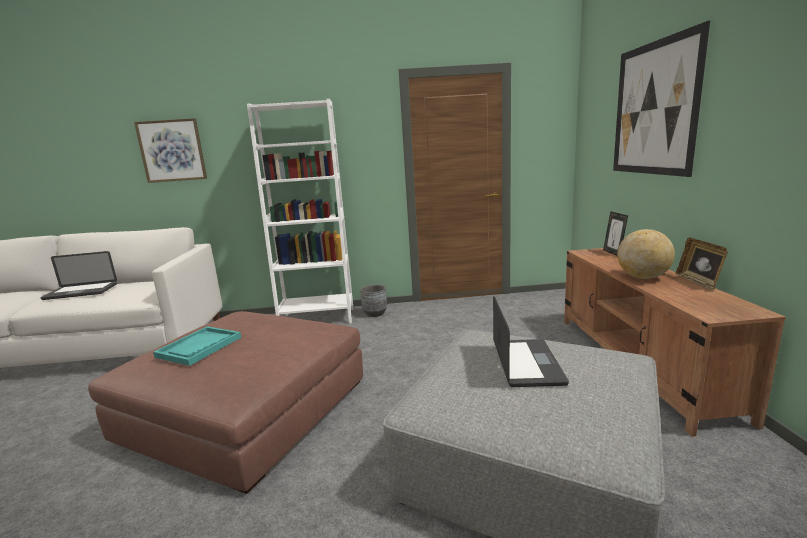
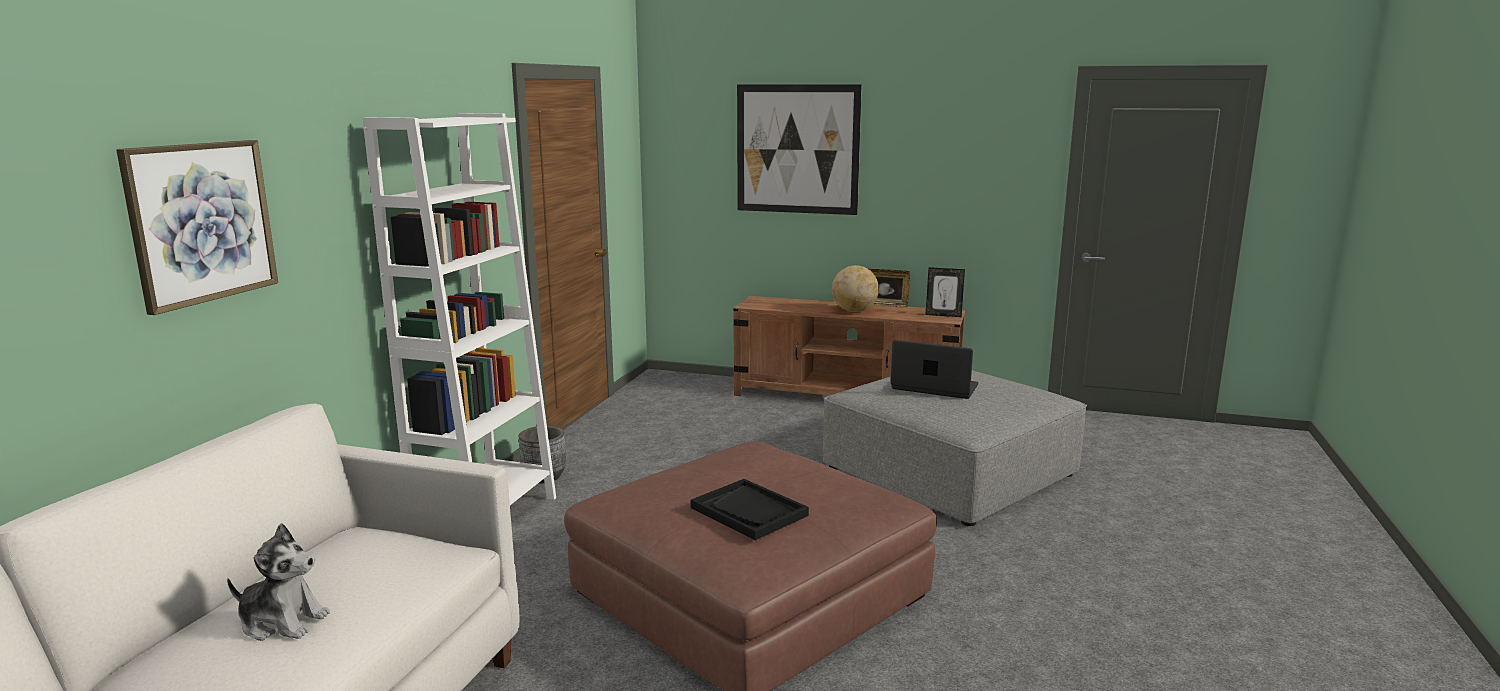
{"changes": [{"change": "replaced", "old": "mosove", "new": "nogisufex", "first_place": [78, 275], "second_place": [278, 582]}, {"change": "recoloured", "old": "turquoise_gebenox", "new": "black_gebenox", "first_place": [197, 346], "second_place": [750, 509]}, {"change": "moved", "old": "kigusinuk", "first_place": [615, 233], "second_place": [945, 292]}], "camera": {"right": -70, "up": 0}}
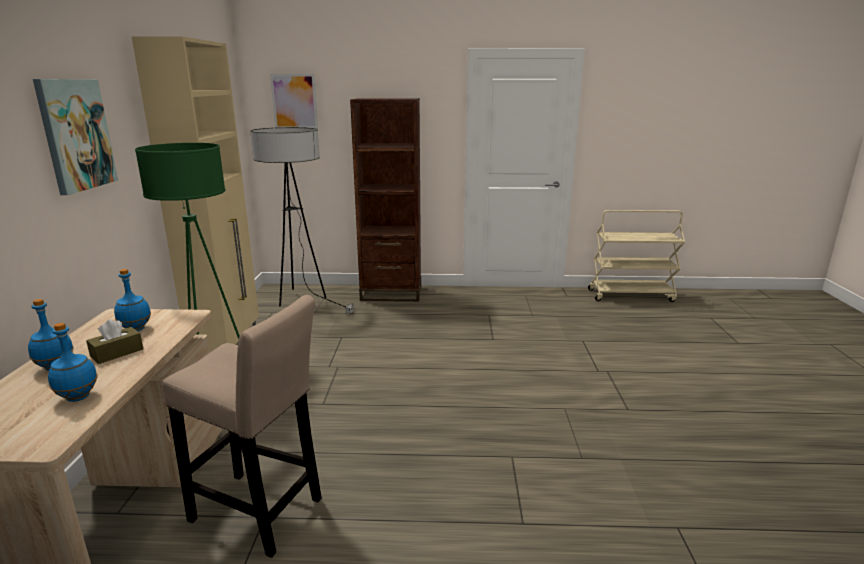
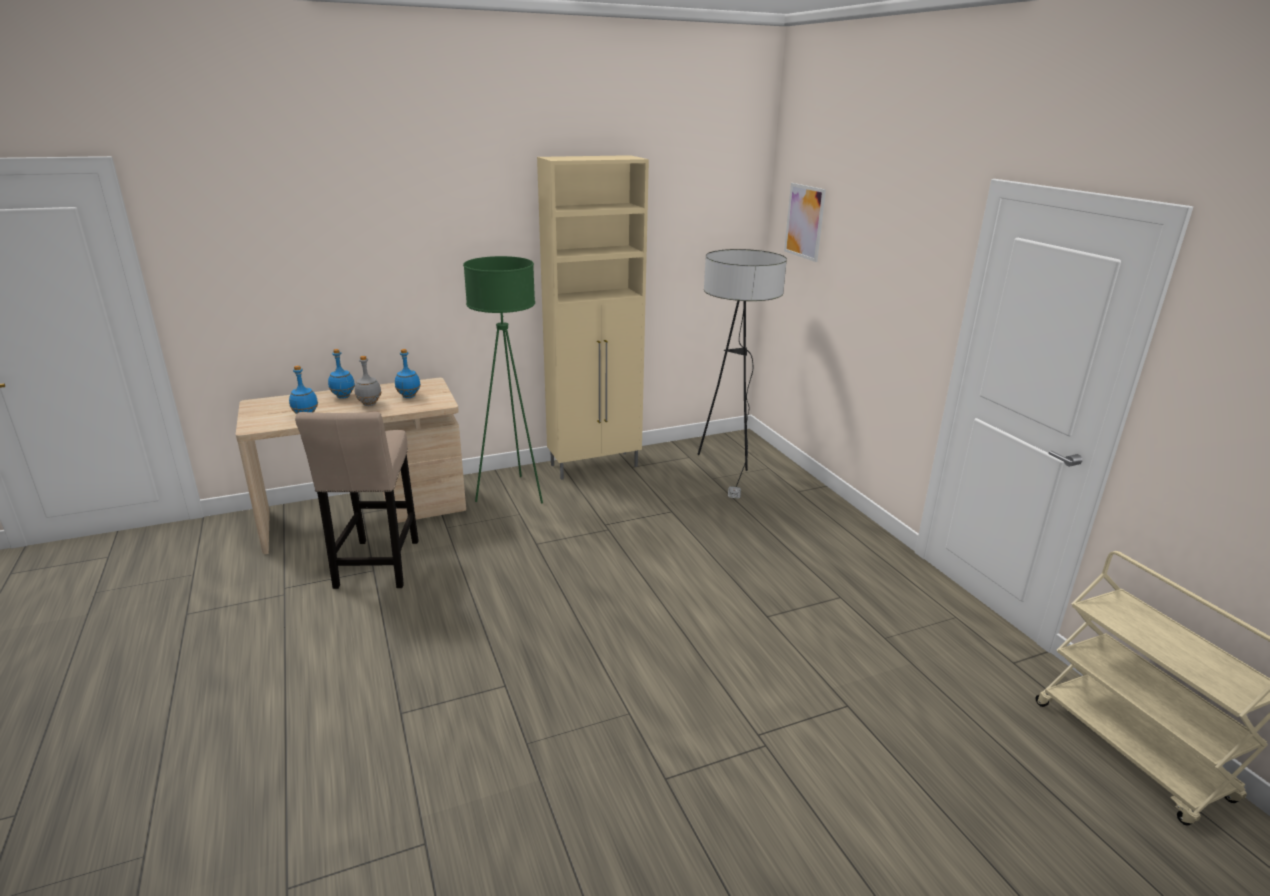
{"changes": [{"change": "replaced", "old": "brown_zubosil", "new": "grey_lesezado", "first_place": [115, 341], "second_place": [367, 381]}, {"change": "removed", "old": "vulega", "first_place": [75, 137]}, {"change": "removed", "old": "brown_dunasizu", "first_place": [385, 199]}], "camera": {"right": 65, "up": 5}}
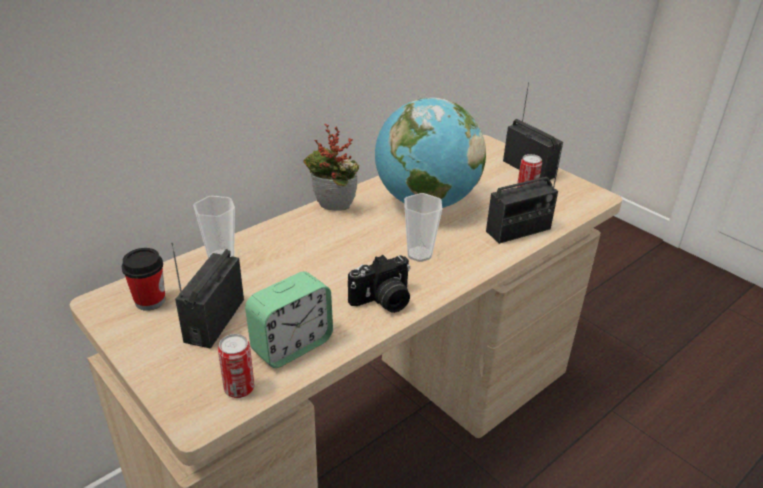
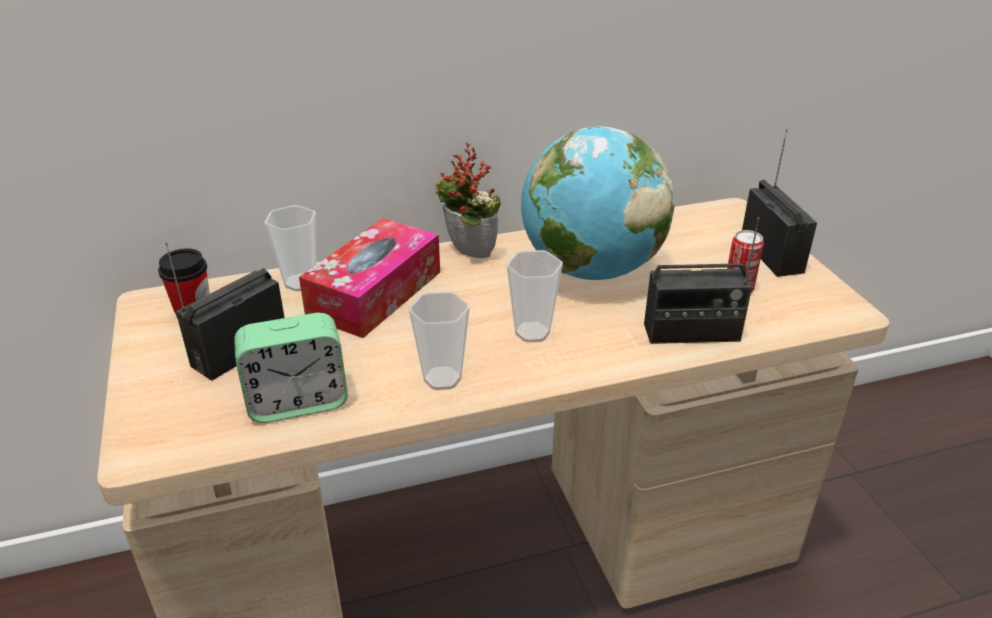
{"changes": [{"change": "added", "new": "zubosil", "second_place": [369, 278]}, {"change": "replaced", "old": "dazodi", "new": "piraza", "first_place": [379, 284], "second_place": [439, 340]}, {"change": "removed", "old": "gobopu", "first_place": [236, 366]}], "camera": {"right": 25, "up": 0}}
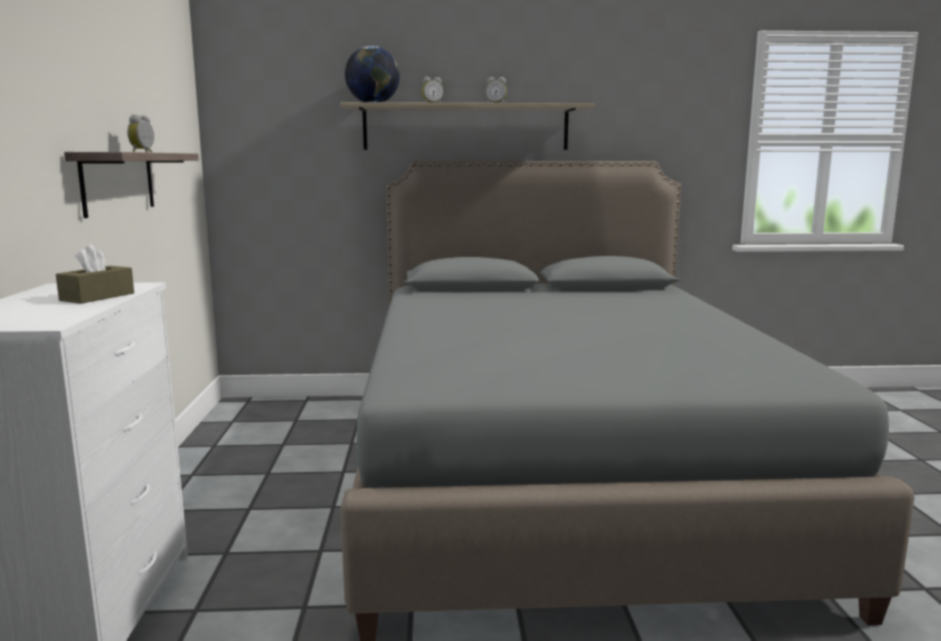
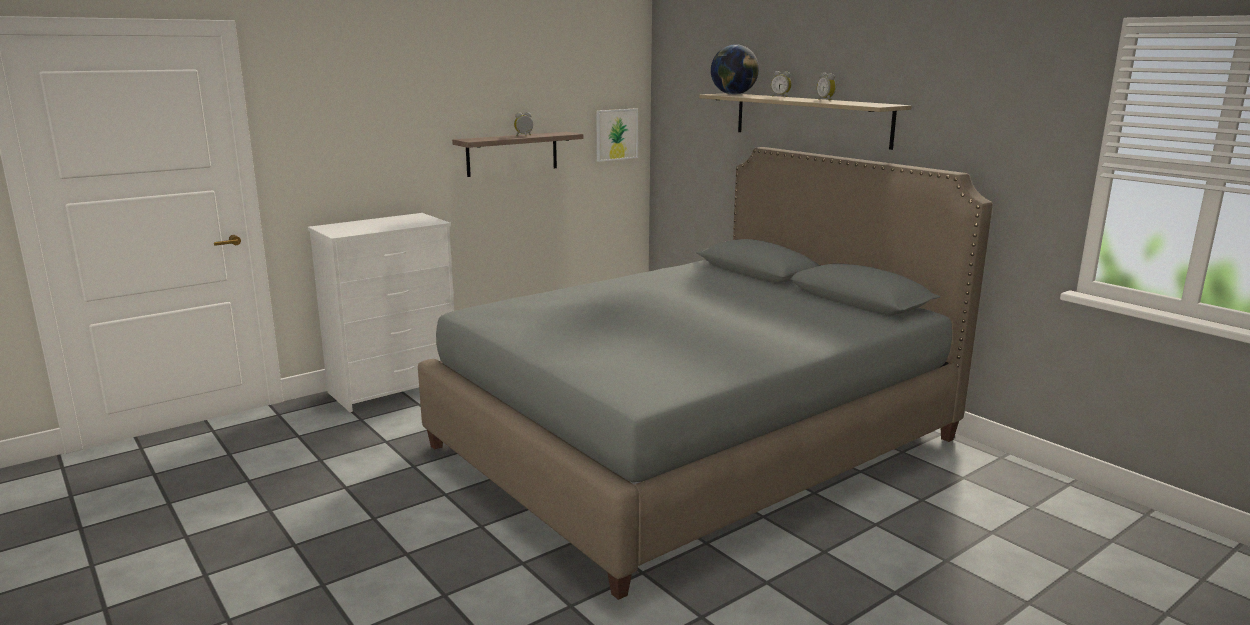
{"changes": [{"change": "added", "new": "vulega", "second_place": [617, 135]}, {"change": "removed", "old": "brown_zubosil", "first_place": [95, 274]}], "camera": {"right": 55, "up": 5}}
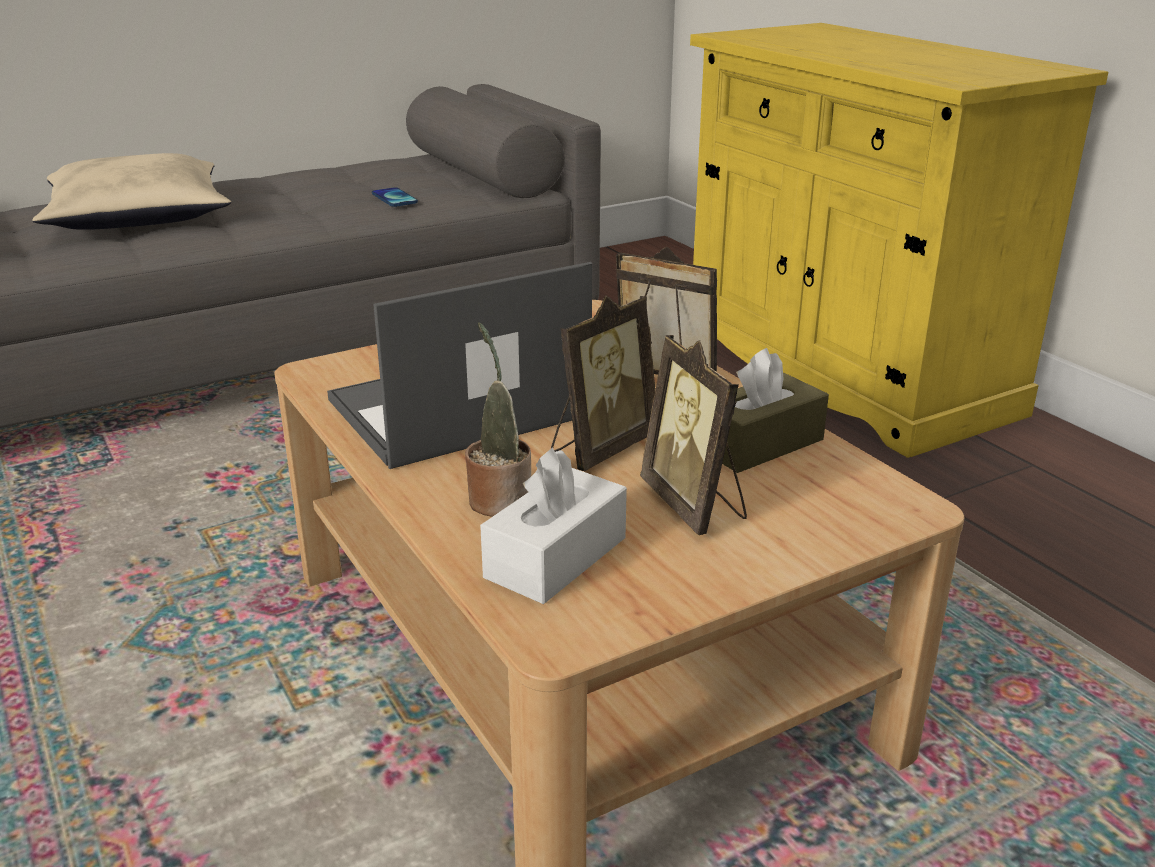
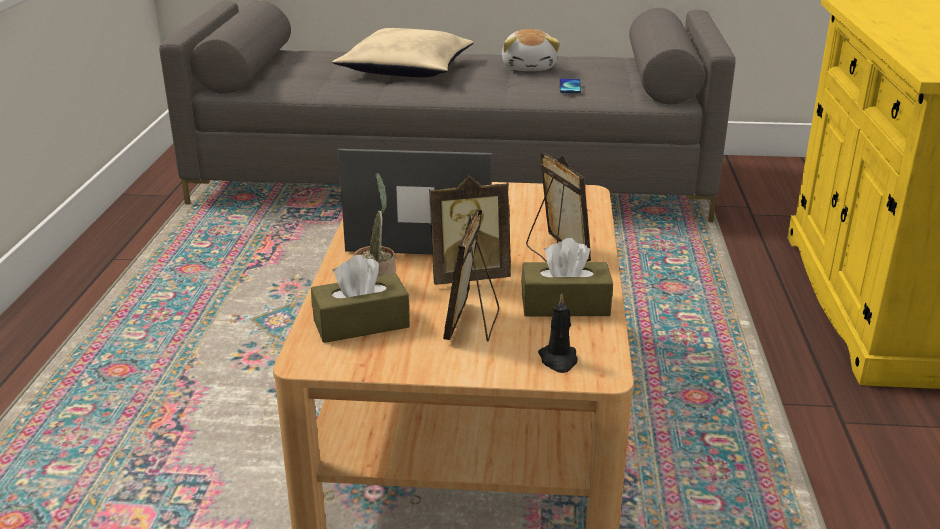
{"changes": [{"change": "recoloured", "old": "white_zubosil", "new": "brown_zubosil", "first_place": [553, 526], "second_place": [360, 299]}, {"change": "added", "new": "nogisufex", "second_place": [531, 50]}, {"change": "added", "new": "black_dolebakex", "second_place": [558, 333]}], "camera": {"right": 35, "up": 0}}
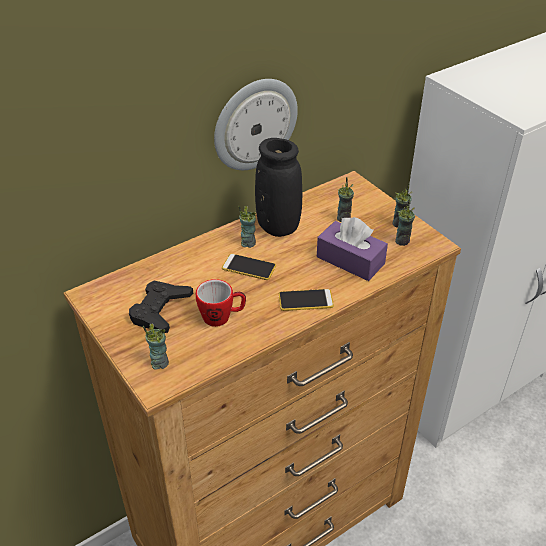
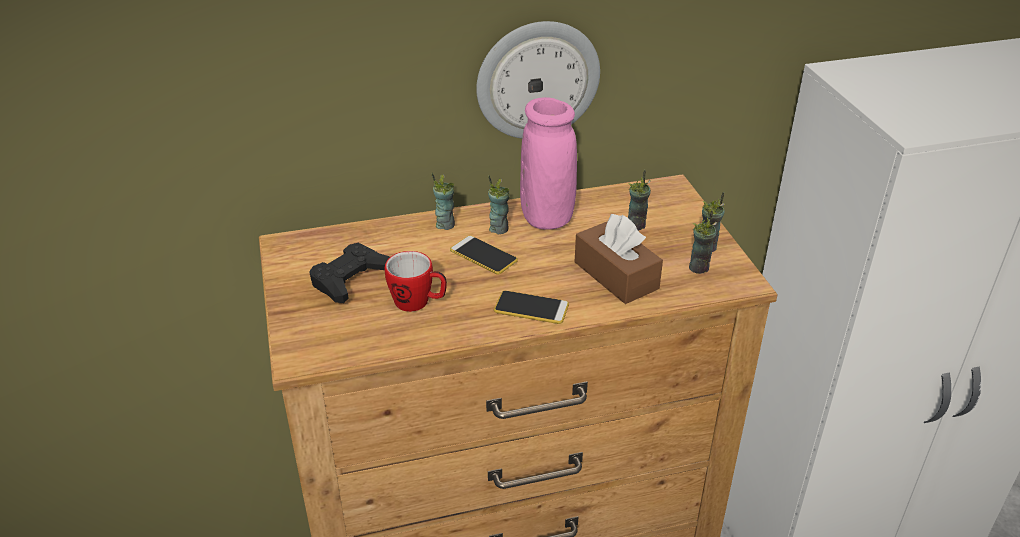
{"changes": [{"change": "moved", "old": "piraza", "first_place": [156, 346], "second_place": [443, 201]}, {"change": "recoloured", "old": "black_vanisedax", "new": "pink_vanisedax", "first_place": [278, 187], "second_place": [548, 163]}, {"change": "recoloured", "old": "purple_zubosil", "new": "brown_zubosil", "first_place": [352, 249], "second_place": [619, 259]}], "camera": {"right": 20, "up": -5}}
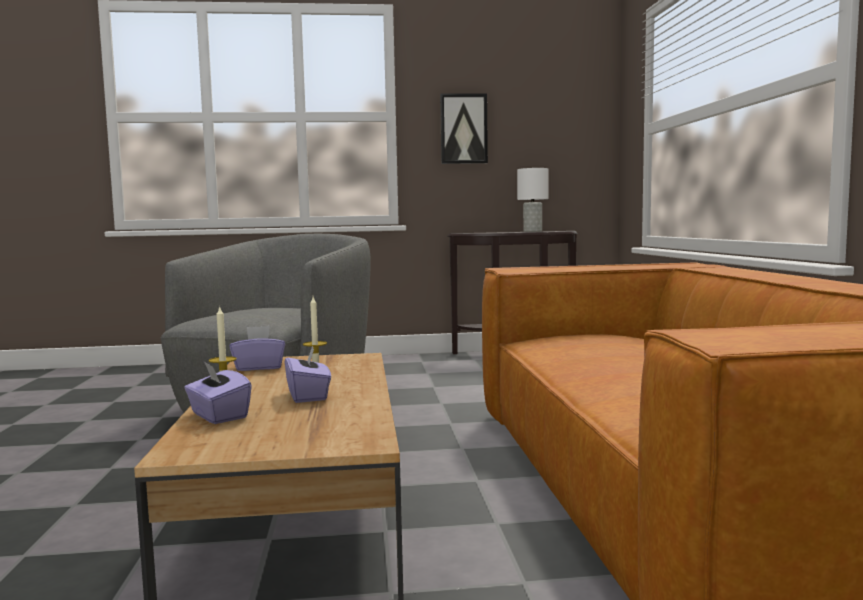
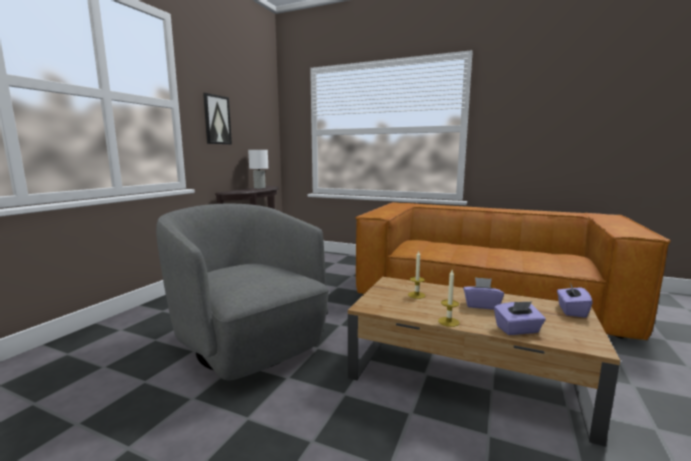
{"changes": [{"change": "moved", "old": "purple_zubosil", "first_place": [257, 348], "second_place": [575, 300]}], "camera": {"right": -60, "up": 5}}
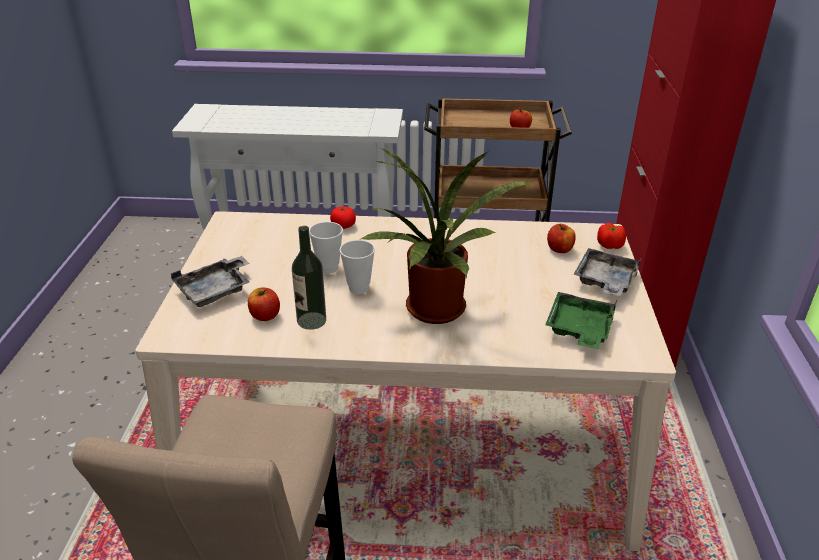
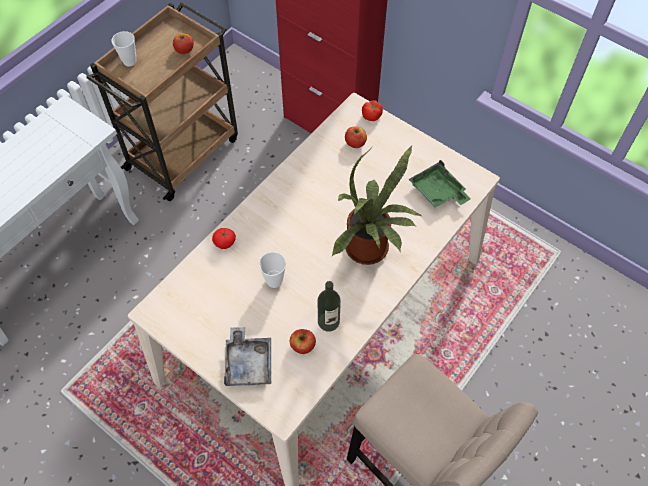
{"changes": [{"change": "moved", "old": "piraza", "first_place": [357, 267], "second_place": [123, 48]}, {"change": "removed", "old": "grey_gebenox", "first_place": [608, 272]}], "camera": {"right": -55, "up": 25}}
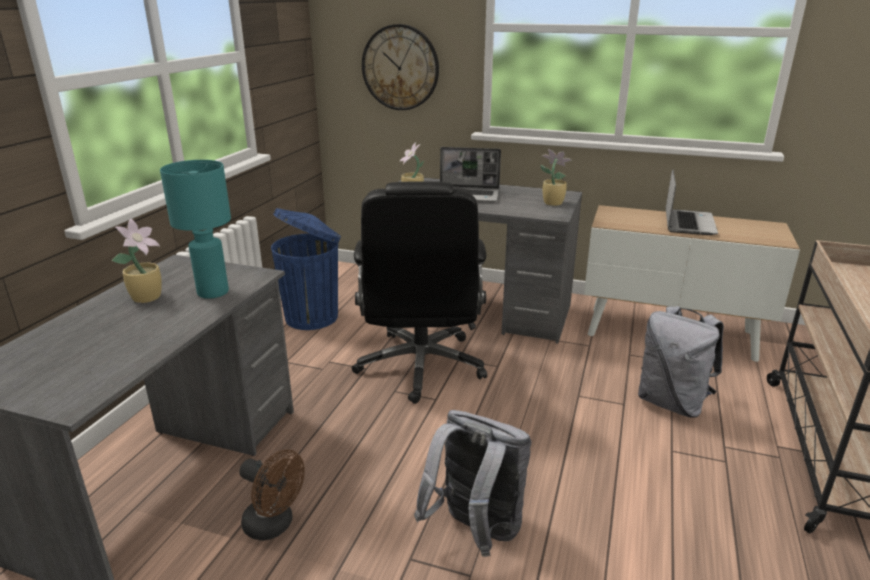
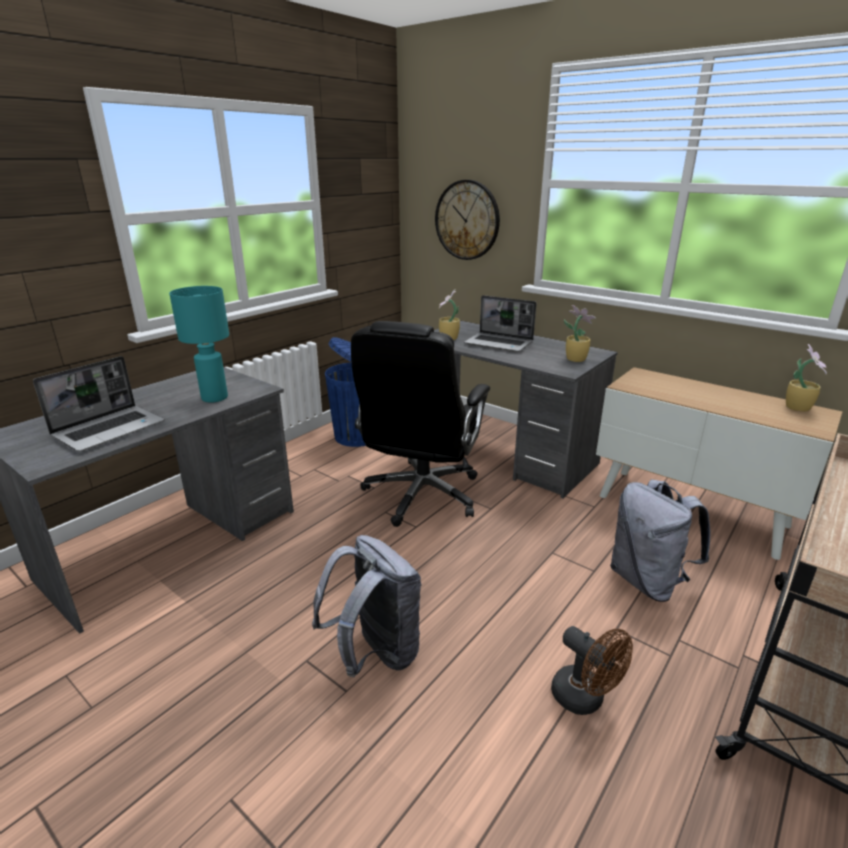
{"changes": [{"change": "moved", "old": "mosove", "first_place": [692, 202], "second_place": [98, 404]}, {"change": "moved", "old": "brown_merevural", "first_place": [272, 495], "second_place": [592, 670]}, {"change": "moved", "old": "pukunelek", "first_place": [137, 260], "second_place": [806, 378]}], "camera": {"right": 20, "up": 0}}
